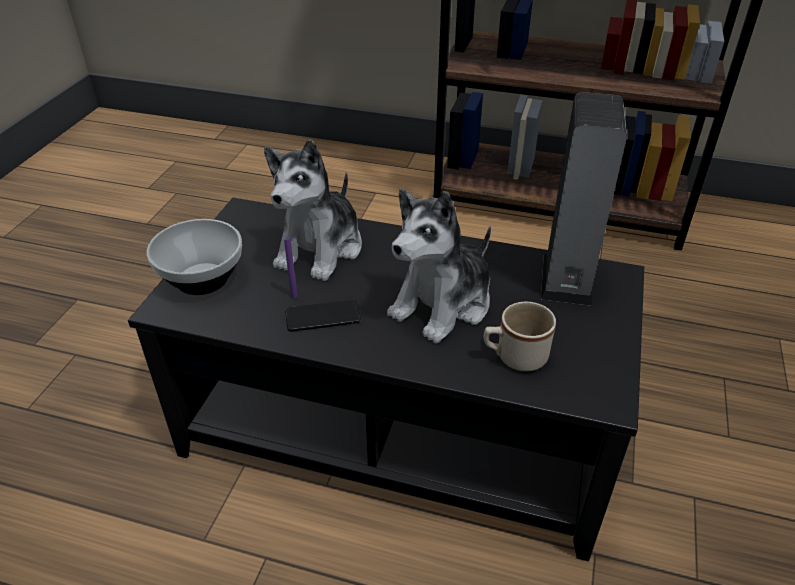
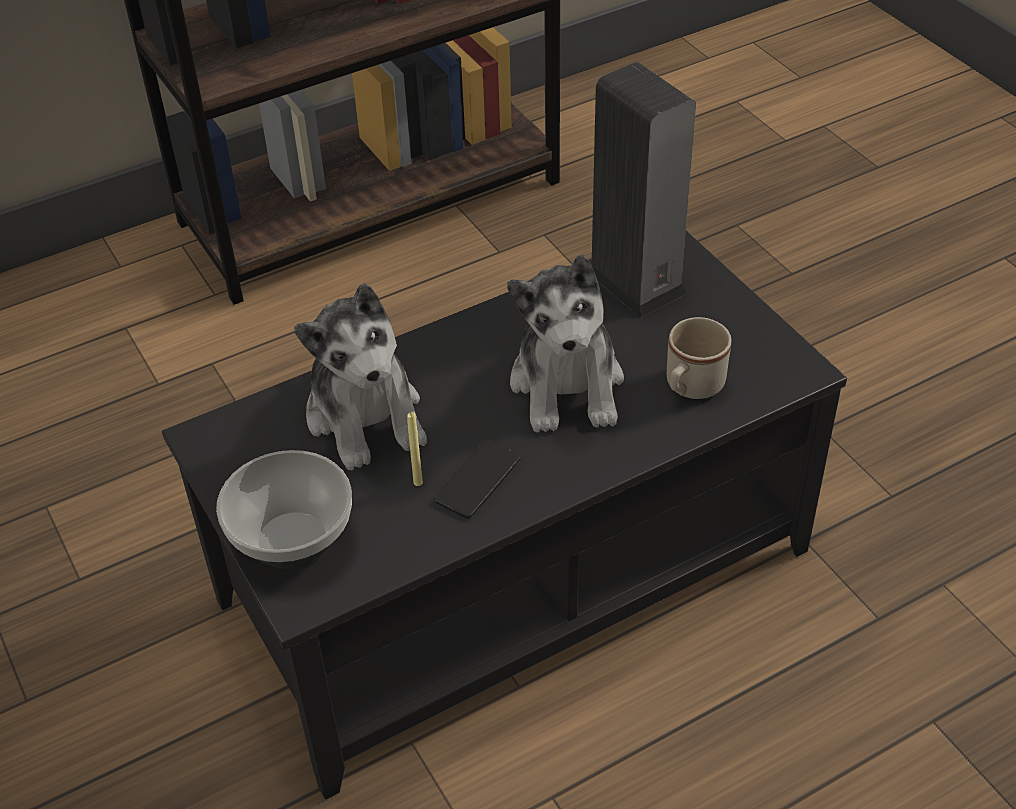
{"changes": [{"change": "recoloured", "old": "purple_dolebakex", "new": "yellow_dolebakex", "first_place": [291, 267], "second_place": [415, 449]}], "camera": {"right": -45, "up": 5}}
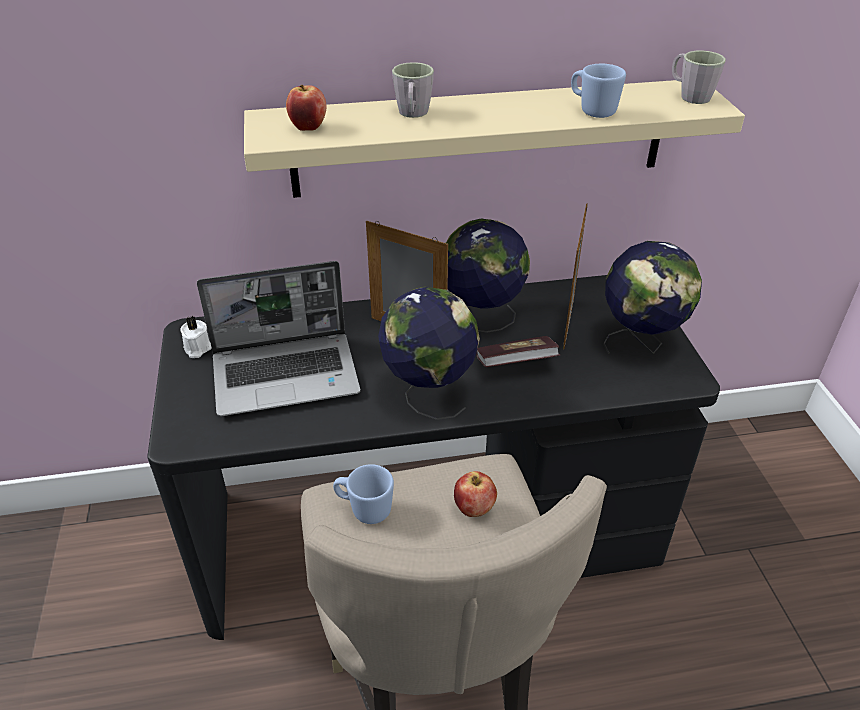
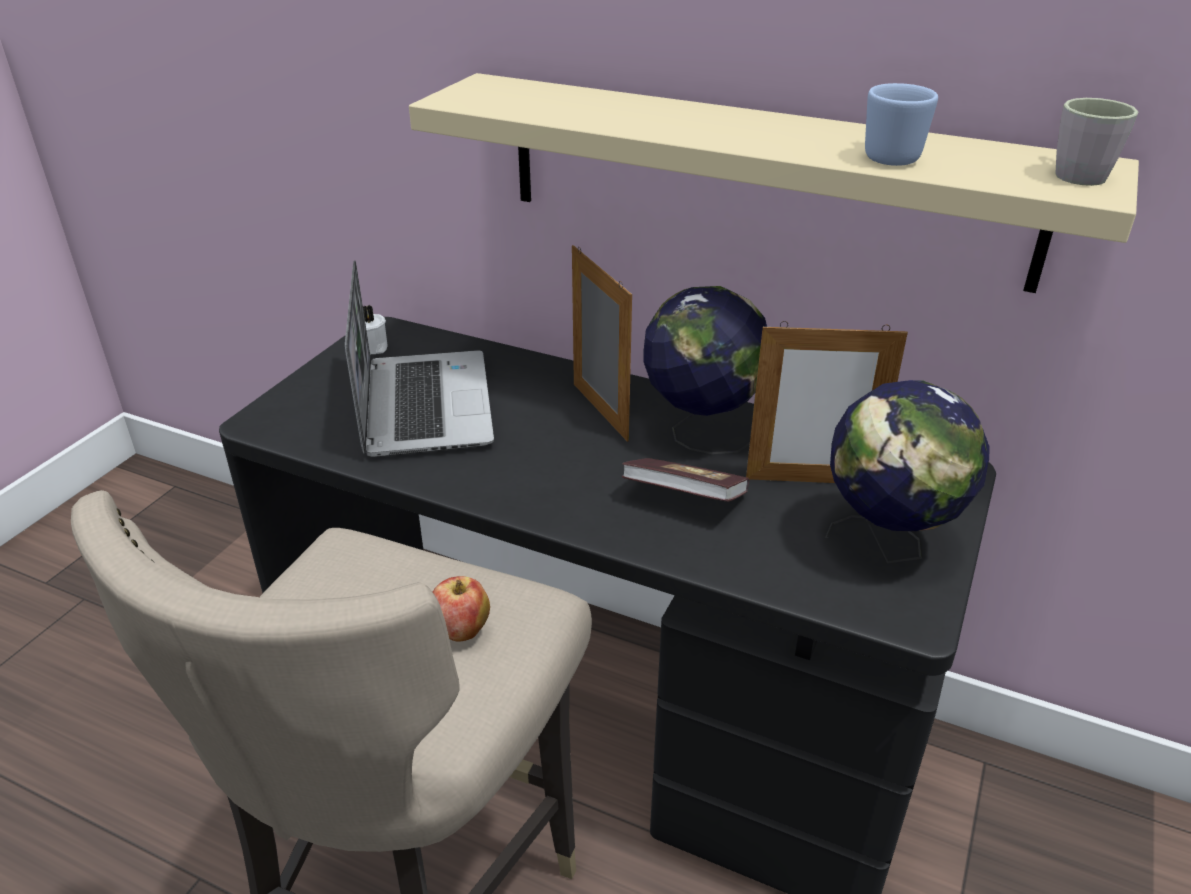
{"changes": [{"change": "turned", "old": "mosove", "first_place": [279, 339], "second_place": [419, 359], "degrees": -120}, {"change": "turned", "old": "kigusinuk", "first_place": [575, 276], "second_place": [827, 402], "degrees": -135}, {"change": "removed", "old": "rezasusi", "first_place": [306, 108]}, {"change": "removed", "old": "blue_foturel", "first_place": [363, 494]}, {"change": "removed", "old": "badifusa", "first_place": [429, 353]}, {"change": "removed", "old": "grey_foturel", "first_place": [413, 90]}], "camera": {"right": 35, "up": -5}}
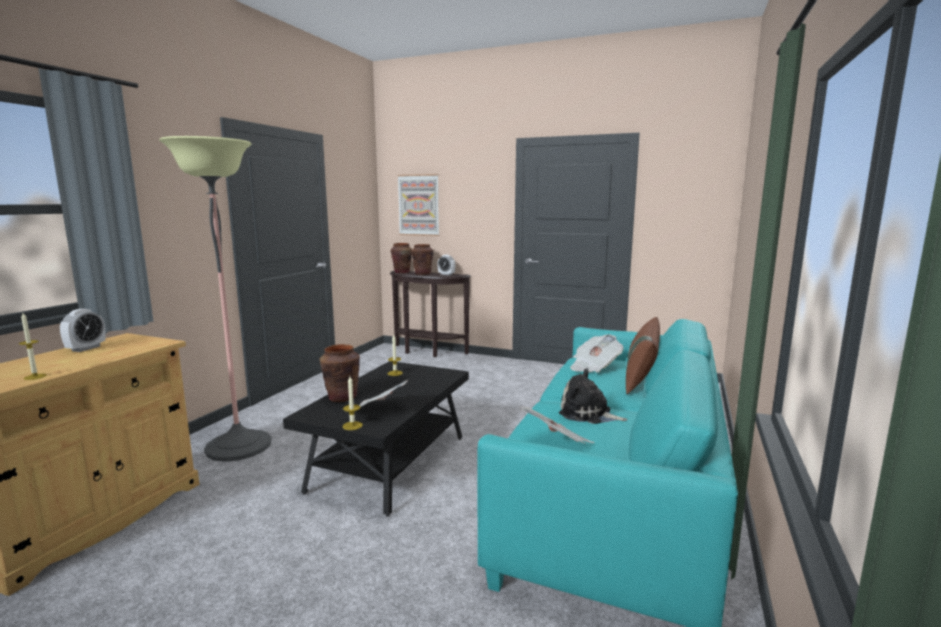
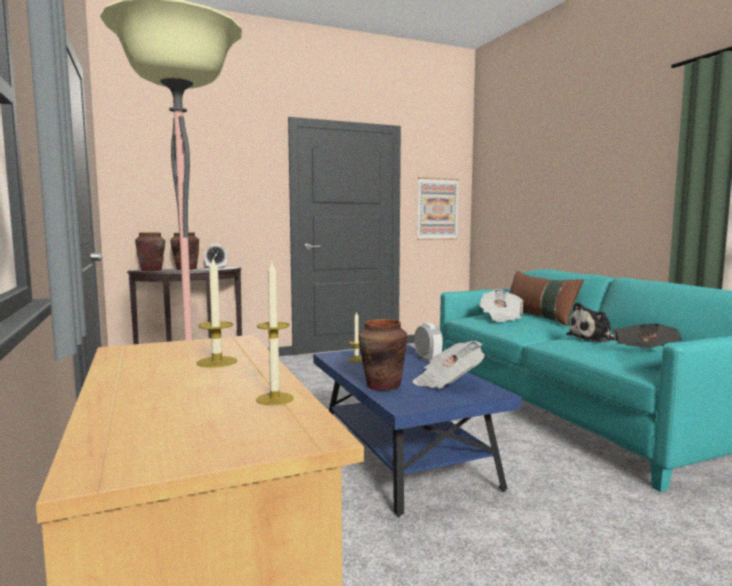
{"changes": [{"change": "moved", "old": "dolebakex", "first_place": [352, 403], "second_place": [217, 312]}, {"change": "recoloured", "old": "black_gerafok", "new": "blue_gerafok", "first_place": [376, 439], "second_place": [417, 431]}, {"change": "moved", "old": "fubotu", "first_place": [83, 330], "second_place": [428, 342]}, {"change": "moved", "old": "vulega", "first_place": [418, 205], "second_place": [438, 208]}], "camera": {"right": -45, "up": -5}}
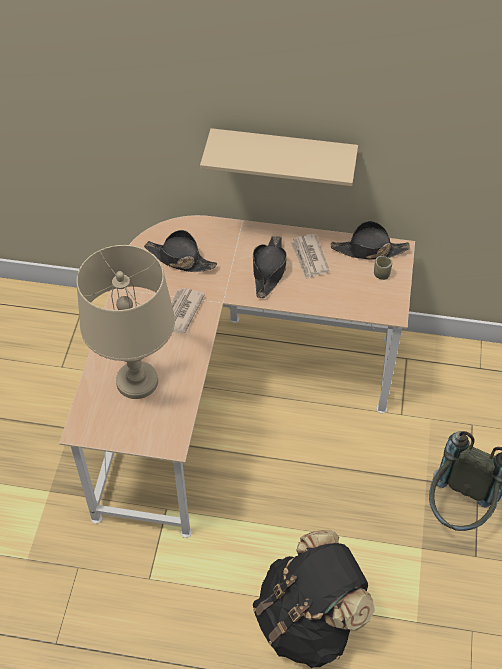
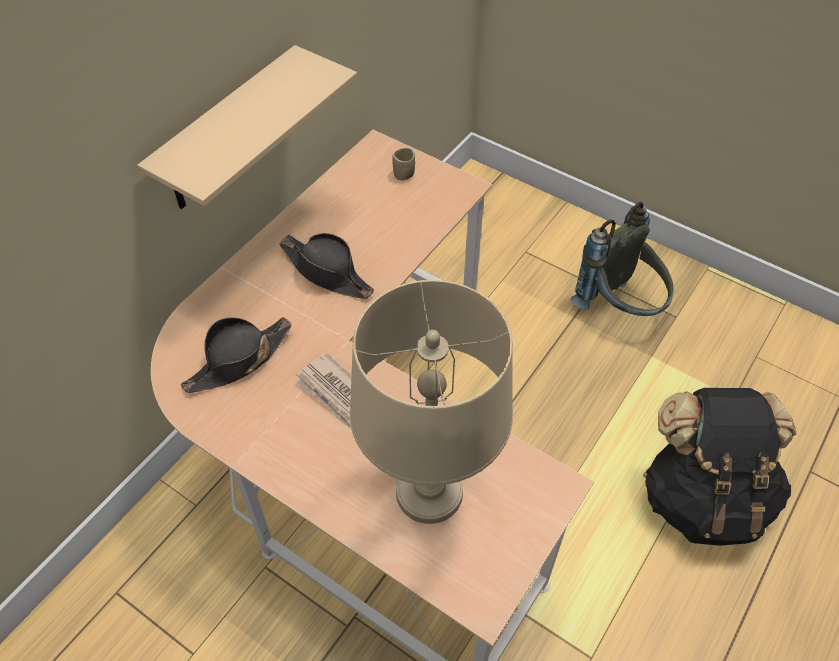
{"changes": [{"change": "removed", "old": "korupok", "first_place": [310, 256]}, {"change": "removed", "old": "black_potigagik", "first_place": [370, 240]}], "camera": {"right": -65, "up": 0}}
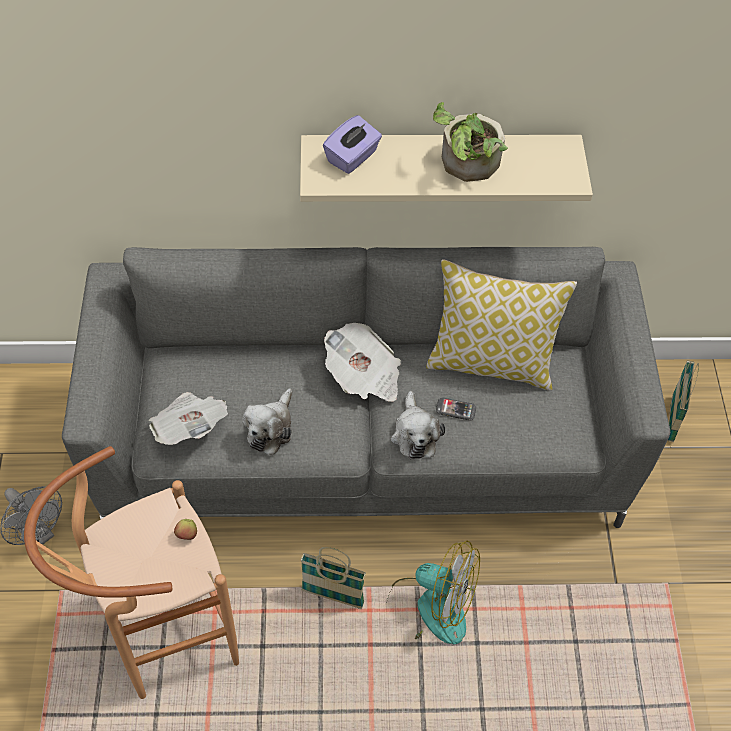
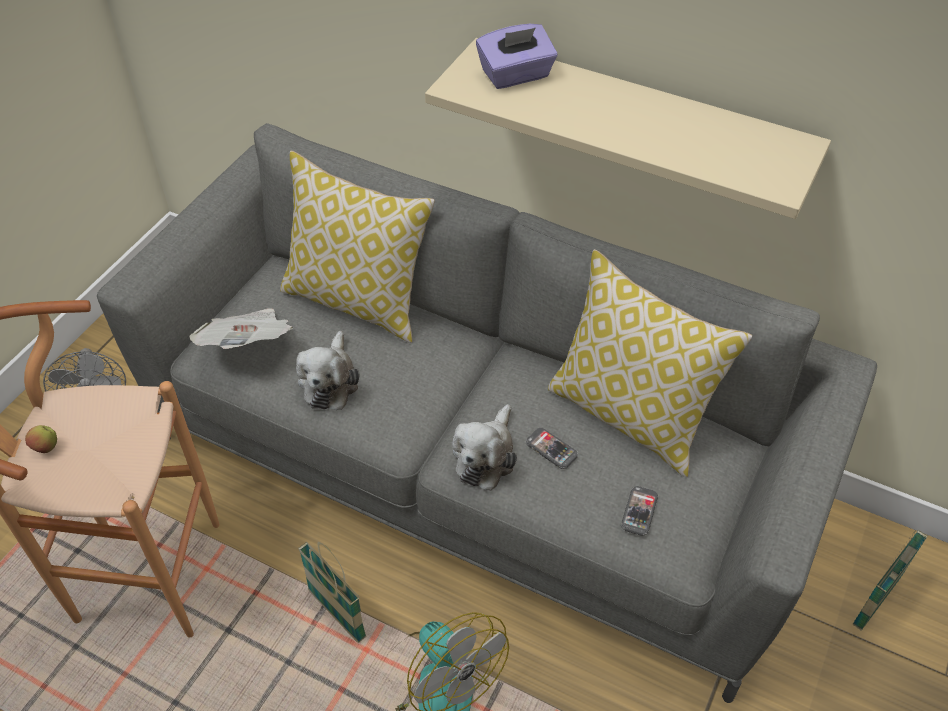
{"changes": [{"change": "moved", "old": "rezasusi", "first_place": [185, 529], "second_place": [41, 439]}, {"change": "added", "new": "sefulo", "second_place": [357, 247]}, {"change": "turned", "old": "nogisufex", "first_place": [267, 421], "second_place": [327, 370], "degrees": -45}, {"change": "added", "new": "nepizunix", "second_place": [639, 511]}, {"change": "removed", "old": "korupok", "first_place": [362, 362]}, {"change": "removed", "old": "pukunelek", "first_place": [470, 142]}], "camera": {"right": 30, "up": -5}}
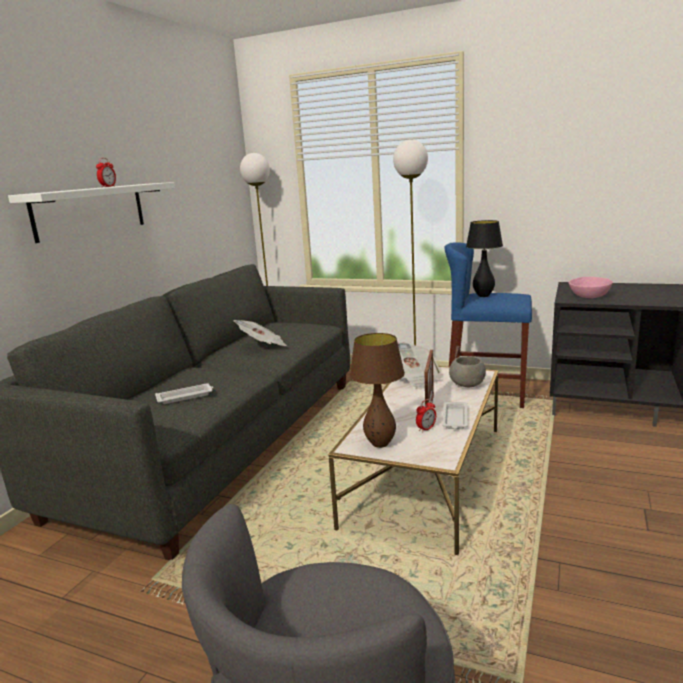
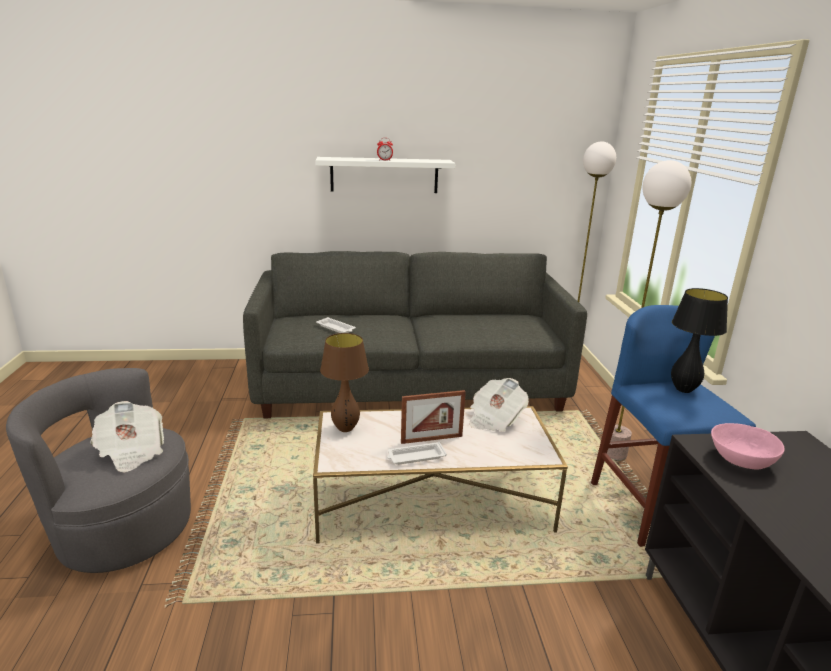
{"changes": [{"change": "moved", "old": "korupok", "first_place": [260, 333], "second_place": [127, 437]}, {"change": "removed", "old": "fubotu", "first_place": [426, 415]}, {"change": "removed", "old": "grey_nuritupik", "first_place": [467, 371]}], "camera": {"right": 60, "up": 5}}
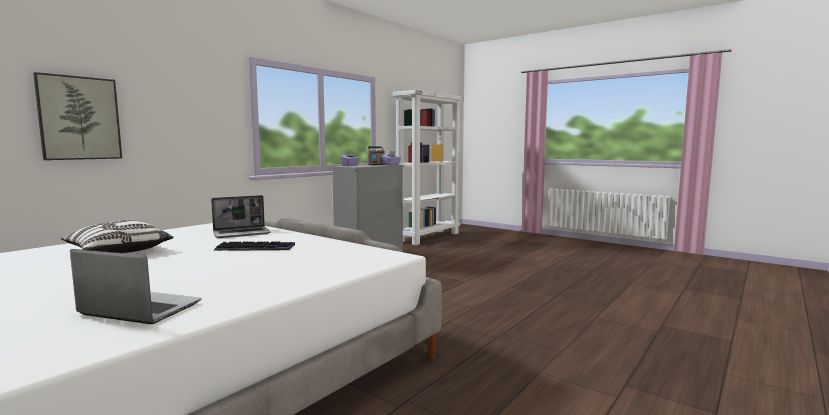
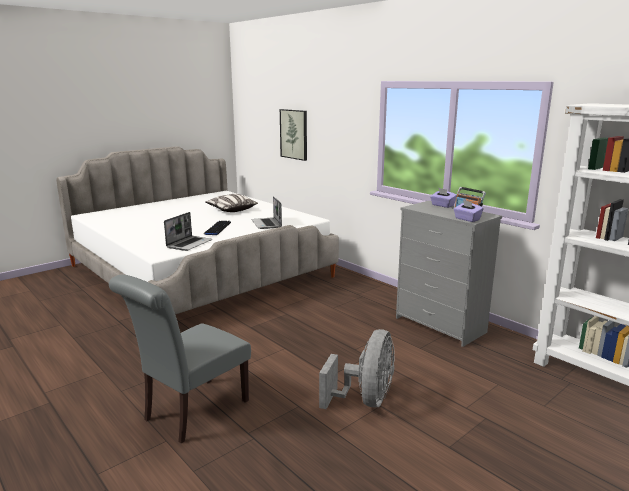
{"changes": [{"change": "added", "new": "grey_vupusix", "second_place": [180, 359]}, {"change": "moved", "old": "mosove", "first_place": [136, 286], "second_place": [188, 231]}, {"change": "added", "new": "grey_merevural", "second_place": [357, 369]}], "camera": {"right": 100, "up": 10}}
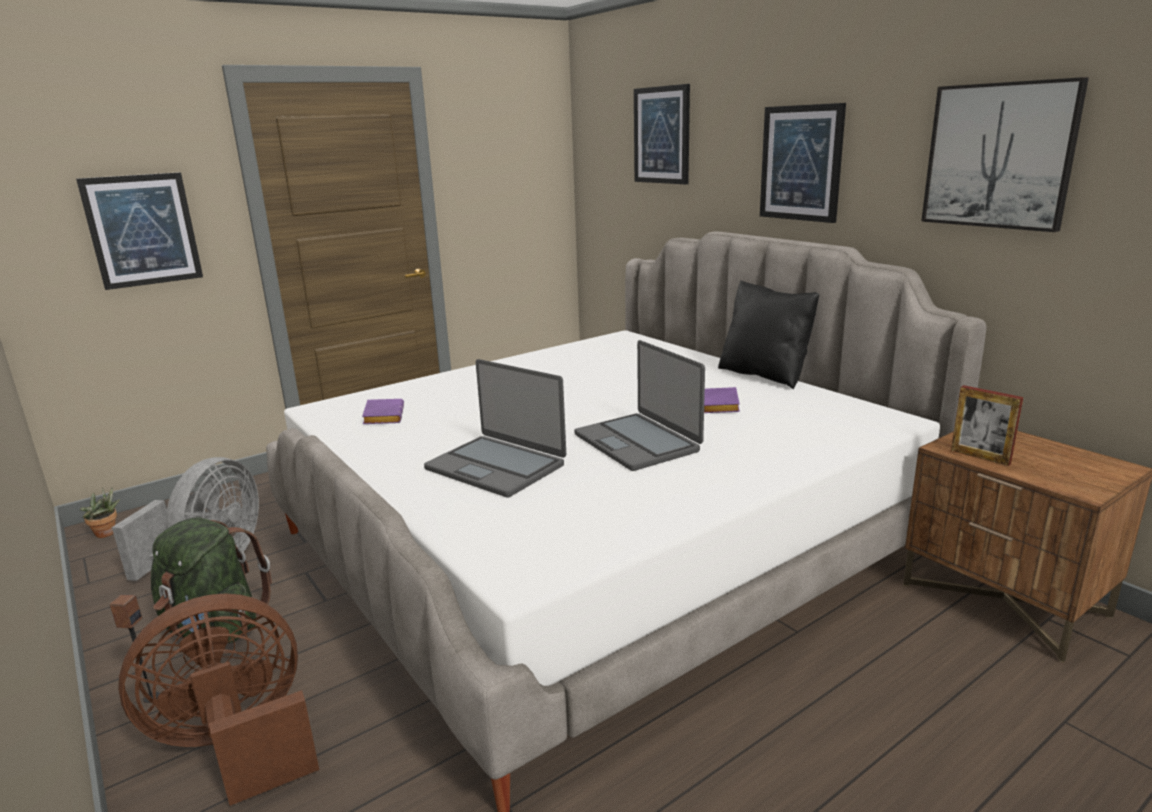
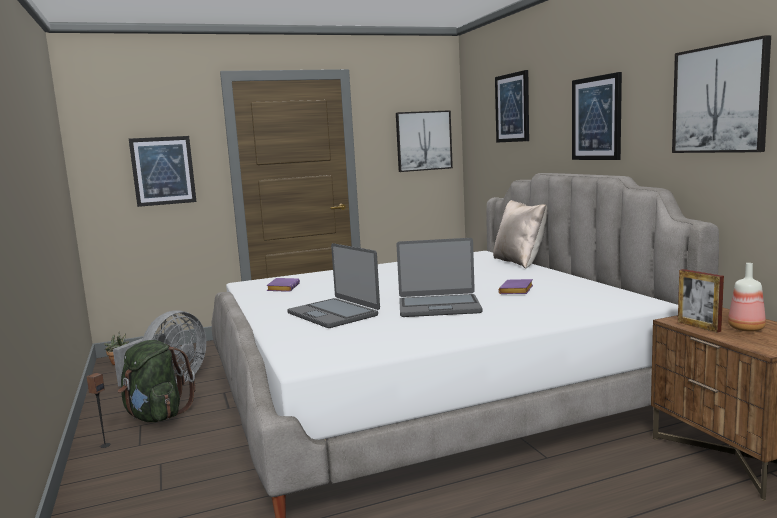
{"changes": [{"change": "added", "new": "vulega", "second_place": [424, 141]}, {"change": "turned", "old": "mosove", "first_place": [639, 405], "second_place": [439, 277], "degrees": -75}, {"change": "added", "new": "beige_sefulo", "second_place": [520, 234]}, {"change": "added", "new": "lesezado", "second_place": [747, 297]}, {"change": "removed", "old": "brown_merevural", "first_place": [218, 699]}, {"change": "removed", "old": "black_sefulo", "first_place": [768, 334]}], "camera": {"right": 15, "up": -10}}
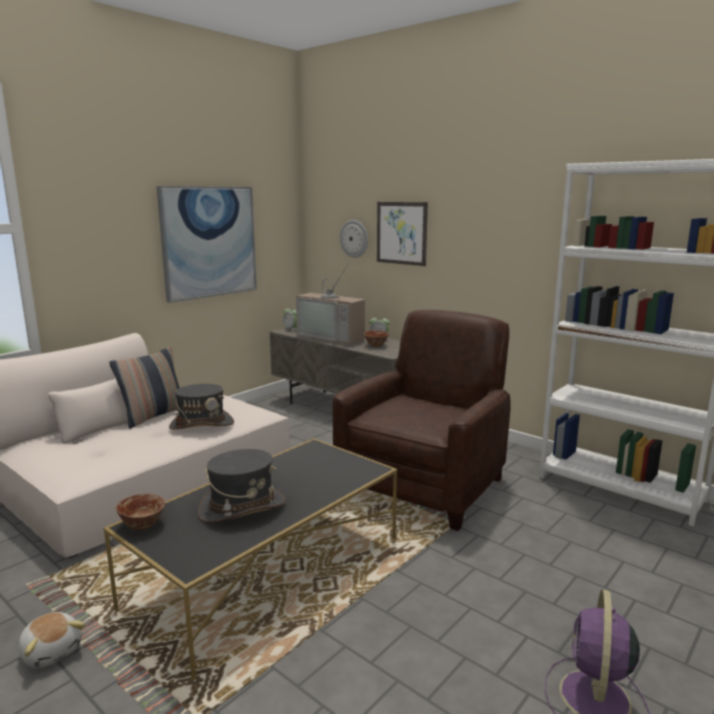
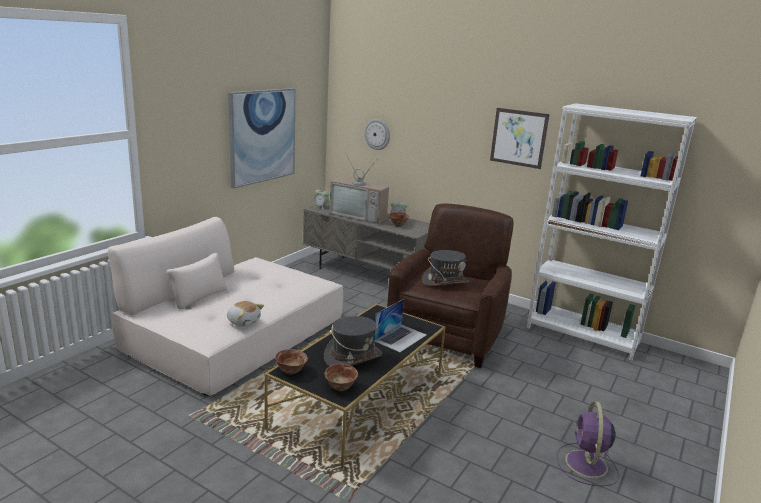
{"changes": [{"change": "moved", "old": "nogisufex", "first_place": [51, 640], "second_place": [245, 314]}, {"change": "added", "new": "nuritupik", "second_place": [341, 377]}, {"change": "added", "new": "mosove", "second_place": [400, 325]}, {"change": "moved", "old": "grey_potigagik", "first_place": [201, 407], "second_place": [445, 268]}, {"change": "moved", "old": "vulega", "first_place": [402, 234], "second_place": [520, 138]}, {"change": "removed", "old": "sefulo", "first_place": [144, 388]}], "camera": {"right": -10, "up": 5}}
